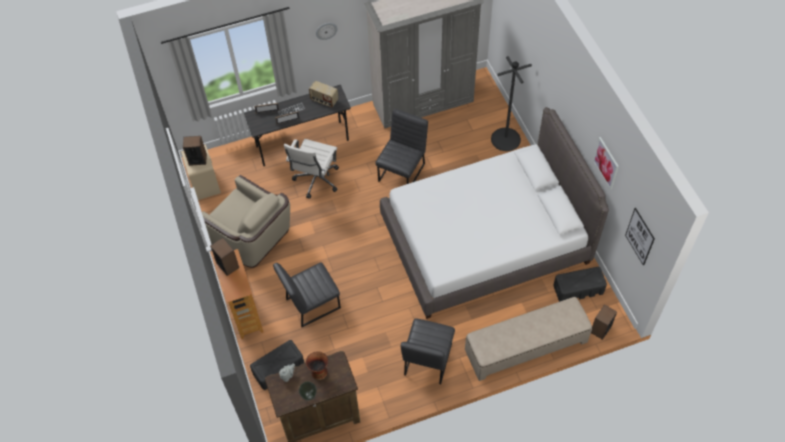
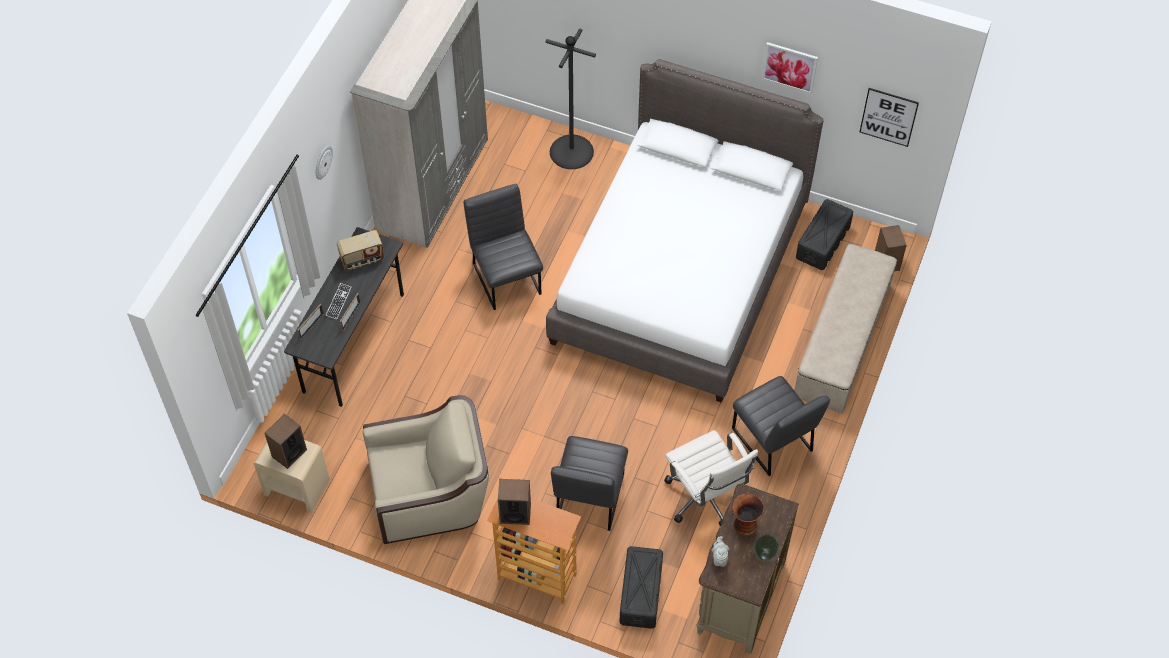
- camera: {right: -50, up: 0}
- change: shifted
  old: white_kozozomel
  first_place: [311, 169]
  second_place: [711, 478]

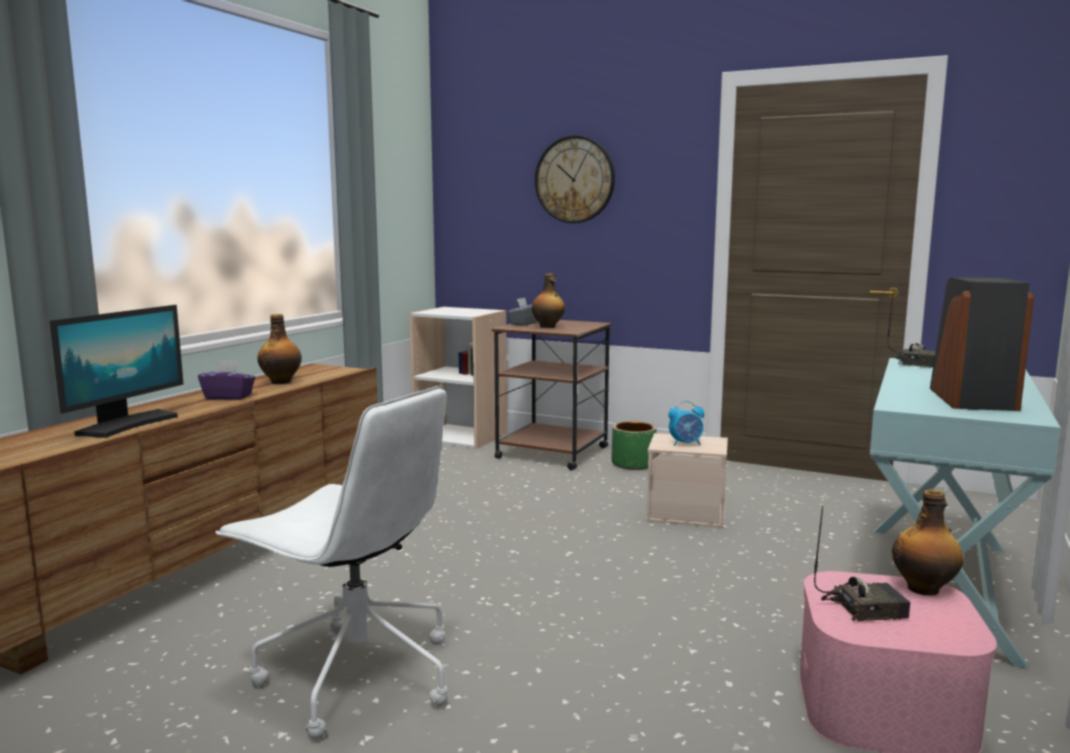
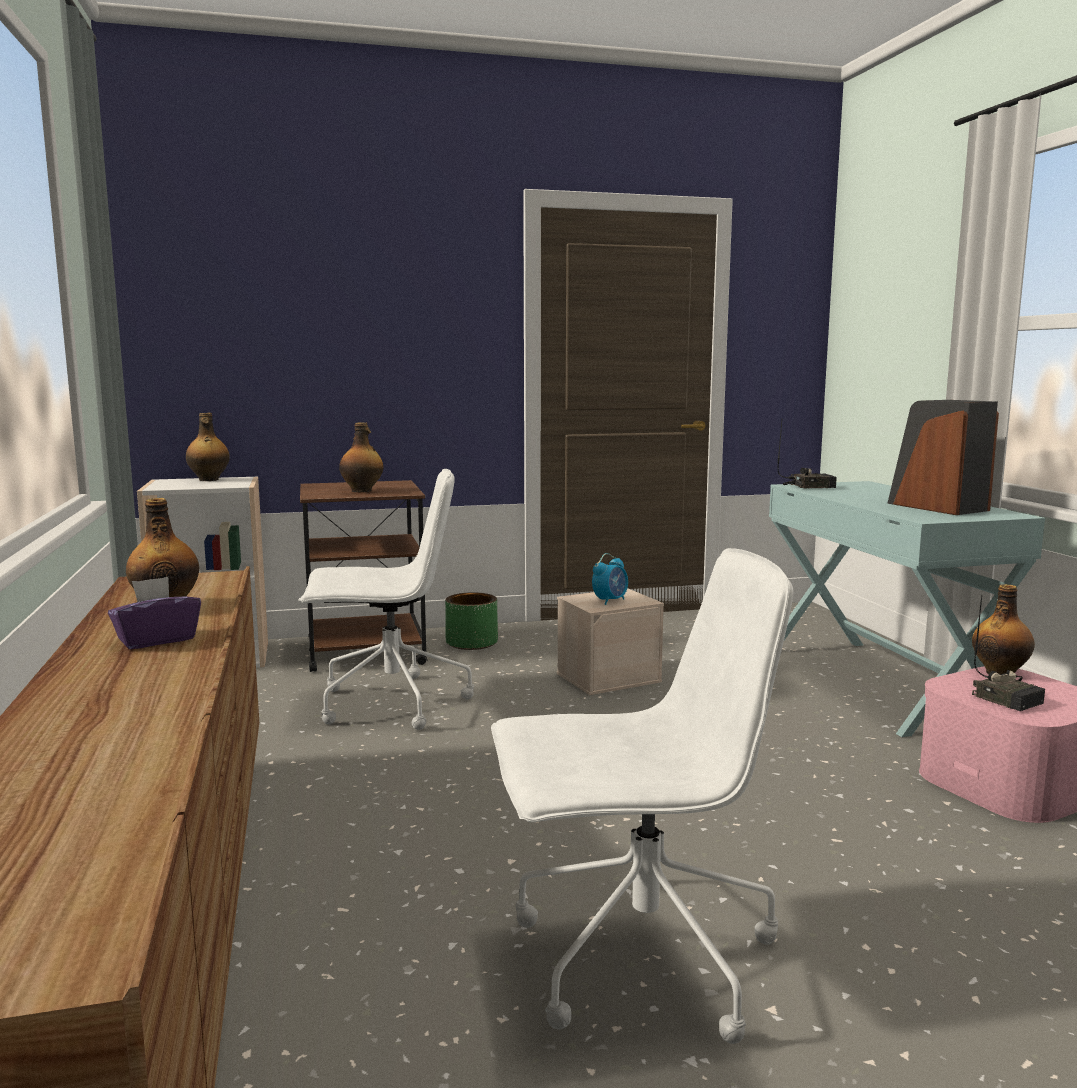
- camera: {right: -40, up: 0}
- change: gone
  old: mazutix
  first_place: [116, 371]
- change: gone
  old: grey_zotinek
  first_place: [522, 312]
- change: gone
  old: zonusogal
  first_place: [575, 179]
- change: rotated
  old: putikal
  first_place: [862, 563]
  second_place: [1008, 653]
  degrees: 105
- change: new
  new: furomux
  second_place: [208, 447]
- change: new
  new: white_kozozomel
  second_place: [386, 599]

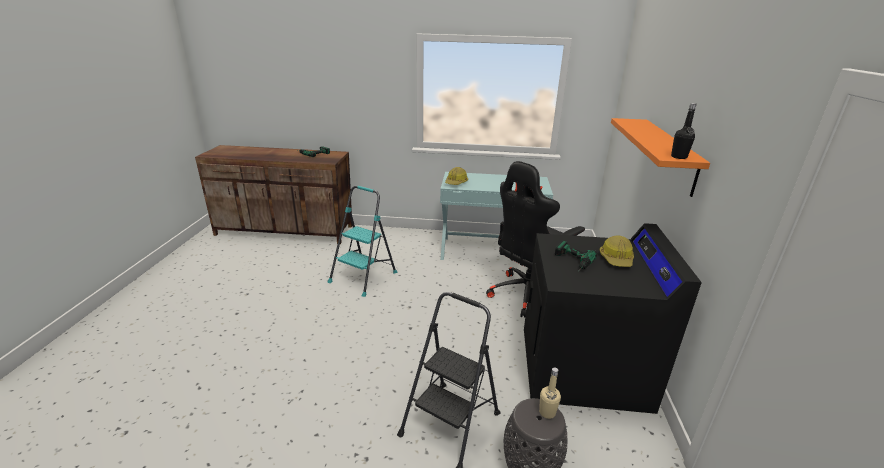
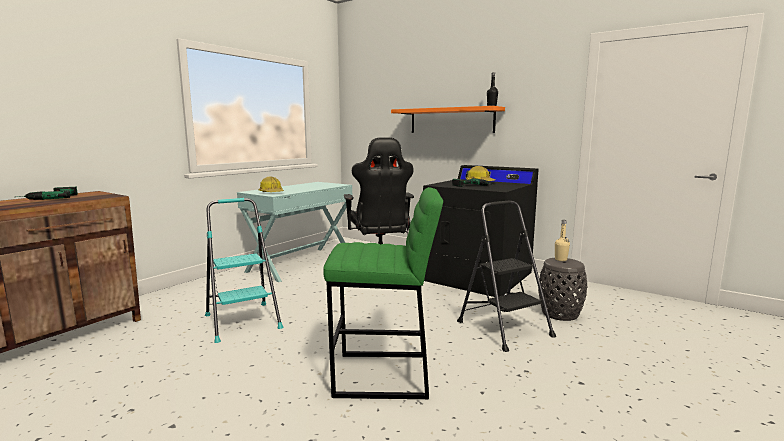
- camera: {right: -60, up: -15}
- change: new
  new: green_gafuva
  second_place: [383, 293]

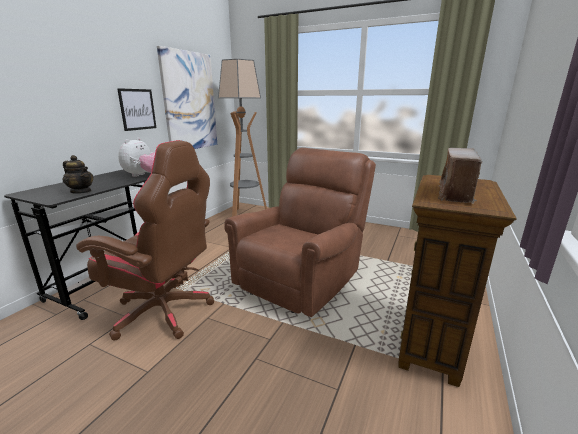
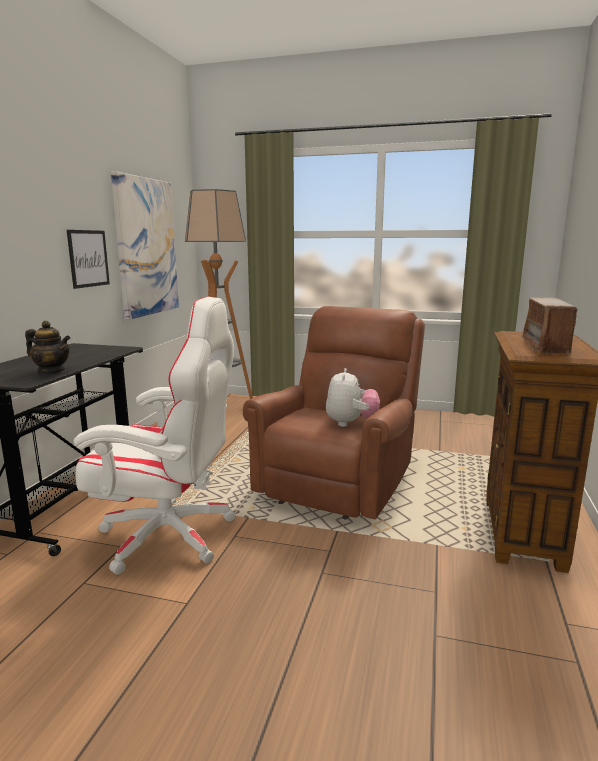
- camera: {right: -10, up: -5}
- change: repainted
  old: brown_kozozomel
  new: white_kozozomel
  first_place: [145, 240]
  second_place: [154, 435]
- change: shifted
  old: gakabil
  first_place: [136, 157]
  second_place: [353, 397]

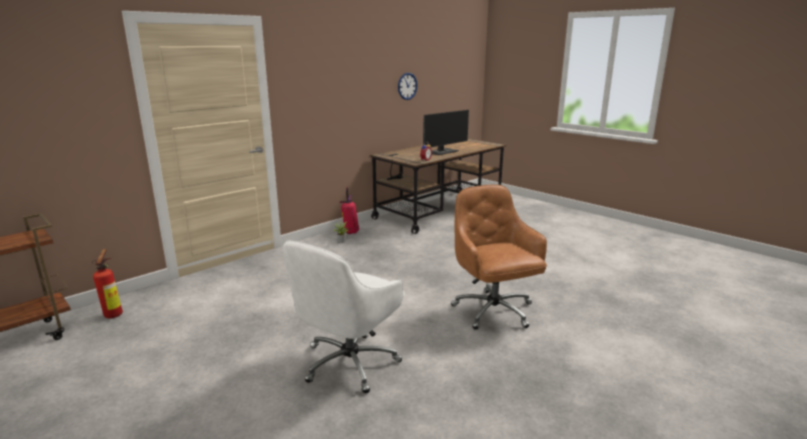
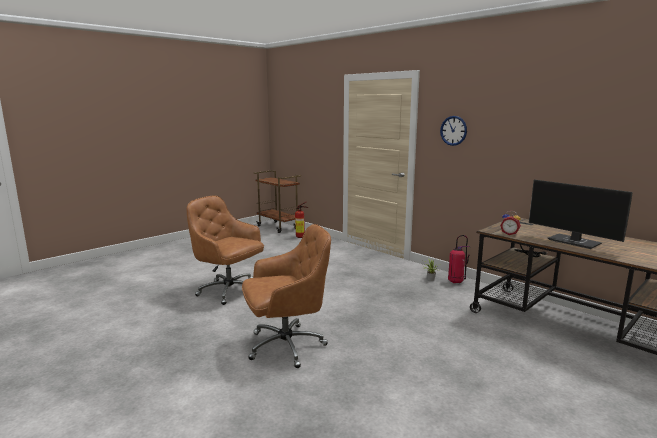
- camera: {right: 90, up: -5}
- change: repainted
  old: white_kozozomel
  new: brown_kozozomel
  first_place: [344, 316]
  second_place: [225, 250]
- change: shifted
  old: zonusogal
  first_place: [407, 86]
  second_place: [453, 131]

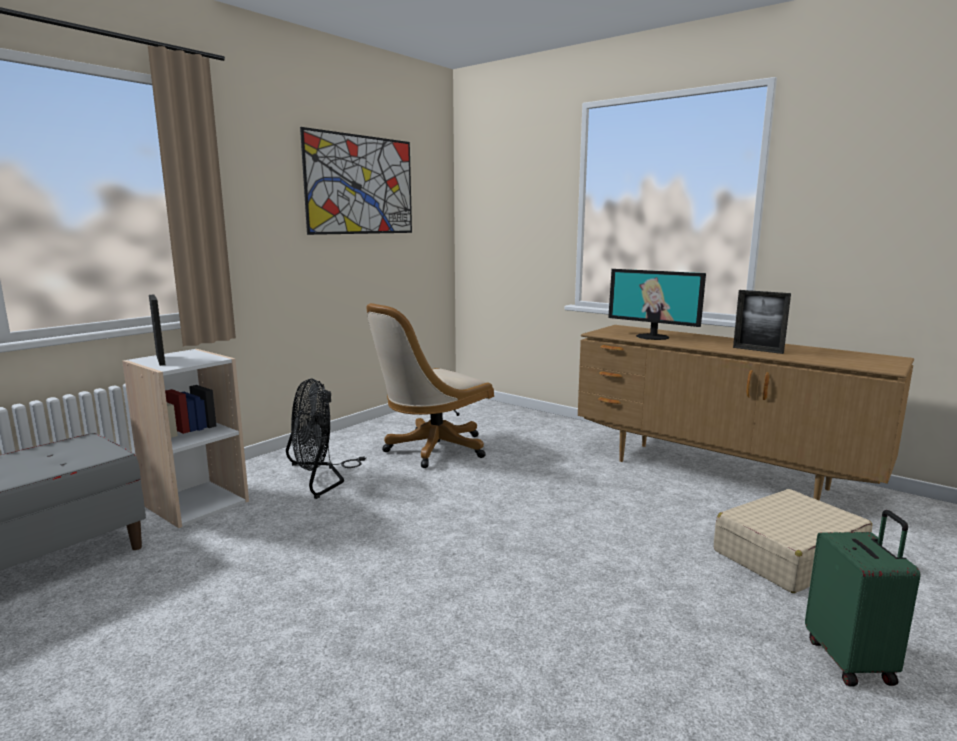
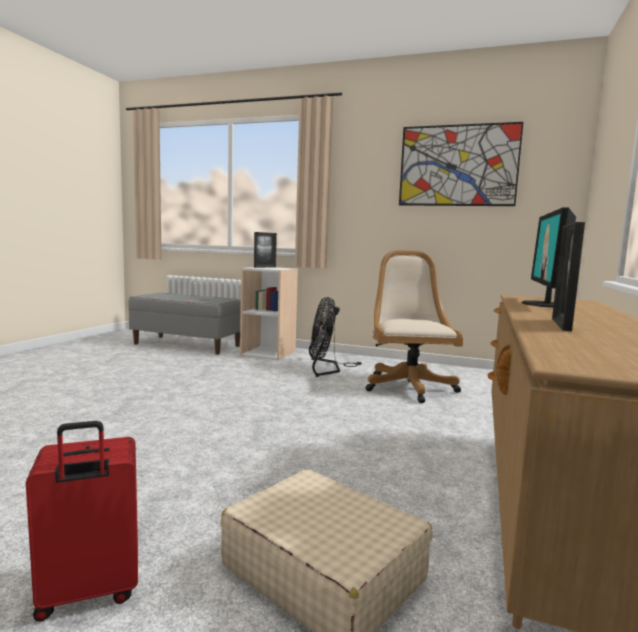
- camera: {right: 70, up: -5}
- change: rotated
  old: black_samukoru
  first_place: [326, 438]
  second_place: [336, 337]
  degrees: -45
- change: rotated
  old: kozozomel
  first_place: [430, 385]
  second_place: [414, 326]
  degrees: 60
- change: repainted
  old: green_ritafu
  new: red_ritafu
  first_place: [863, 598]
  second_place: [82, 521]

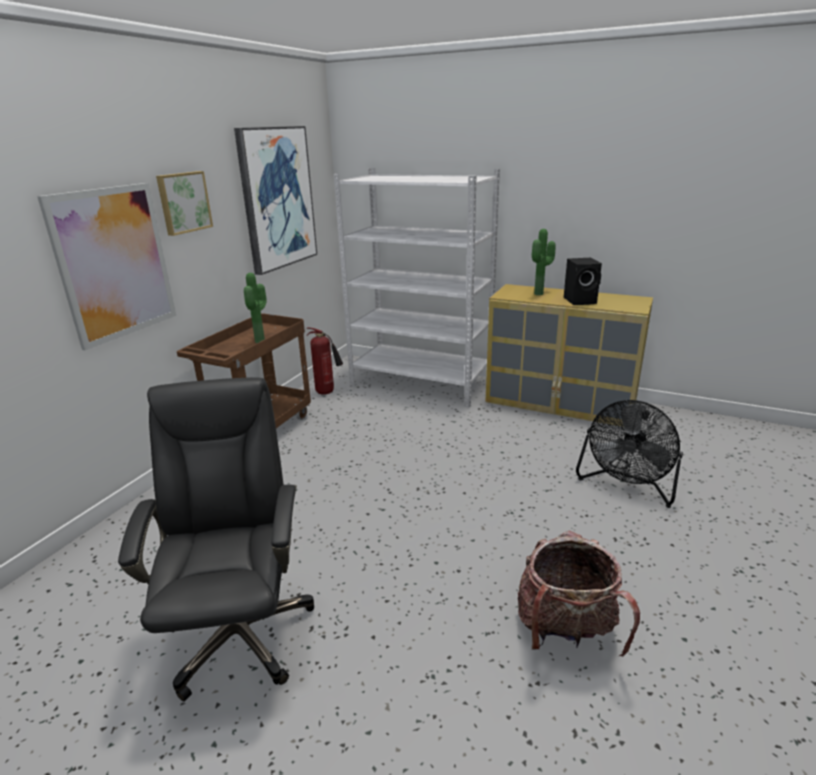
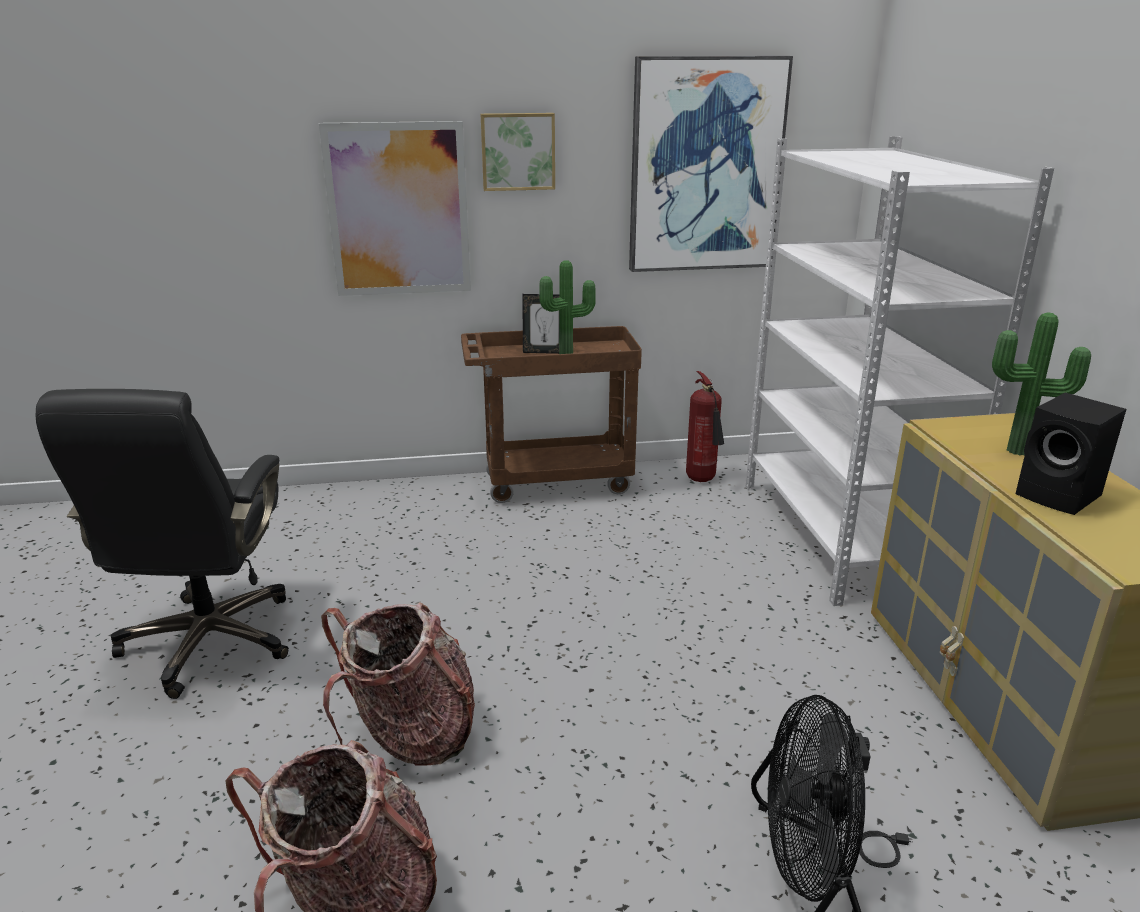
- camera: {right: 55, up: 0}
- change: rotated
  old: black_kozozomel
  first_place: [216, 539]
  second_place: [162, 544]
  degrees: 135
- change: new
  new: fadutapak
  second_place: [398, 684]
- change: new
  new: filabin
  second_place: [540, 324]

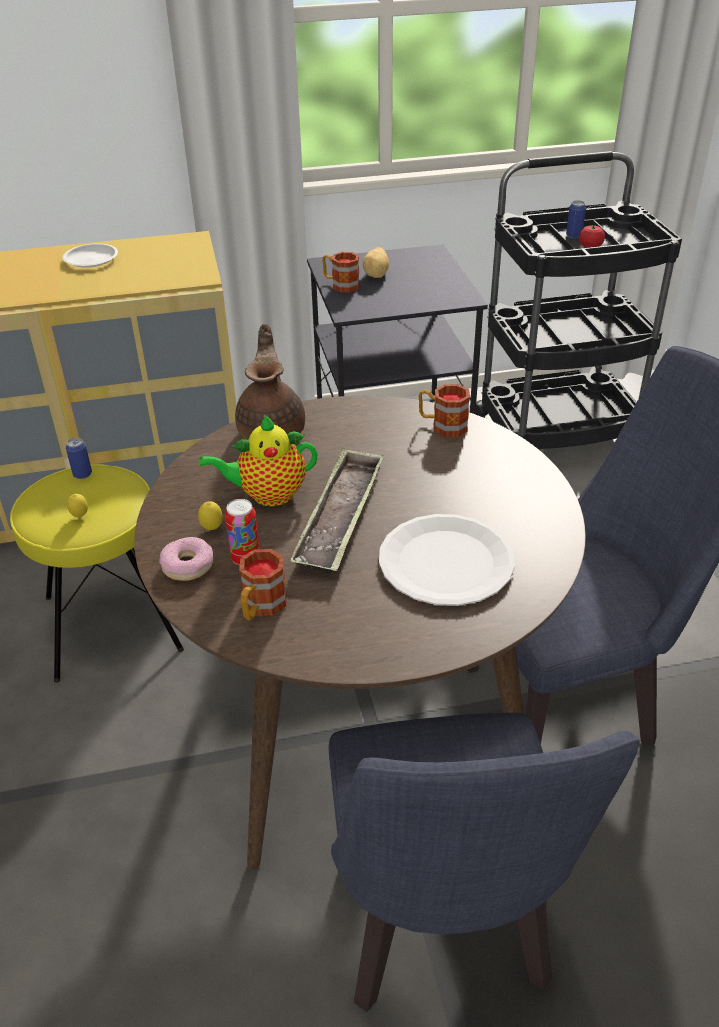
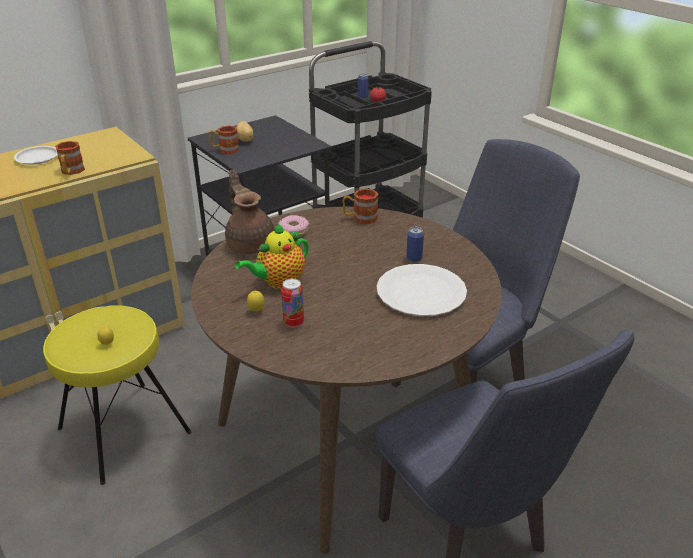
- camera: {right: -25, up: -5}
- change: shifted
  old: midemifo
  first_place: [79, 458]
  second_place: [415, 244]
- change: shifted
  old: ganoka
  first_place: [186, 559]
  second_place: [293, 225]
- change: shifted
  old: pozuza
  first_place: [263, 584]
  second_place: [70, 158]
- change: gone
  old: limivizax
  first_place: [336, 511]

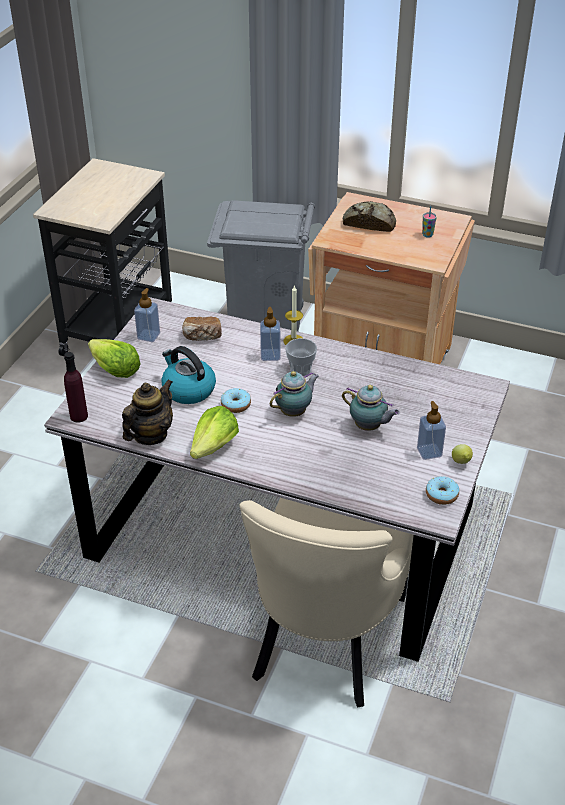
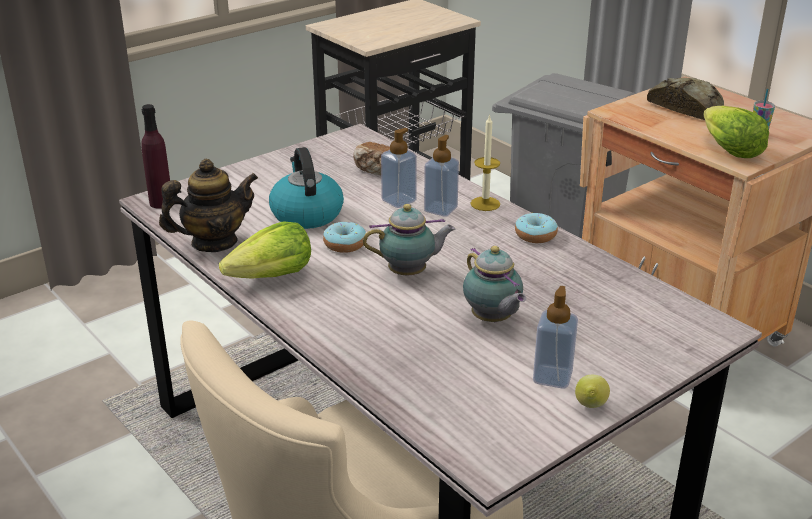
- camera: {right: 30, up: -10}
- change: shifted
  old: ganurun
  first_place: [114, 358]
  second_place: [736, 132]
- change: shifted
  old: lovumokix
  first_place: [147, 315]
  second_place: [399, 168]
- change: gone
  old: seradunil
  first_place: [301, 357]
- change: shifted
  old: ganoka
  first_place: [442, 490]
  second_place: [536, 228]

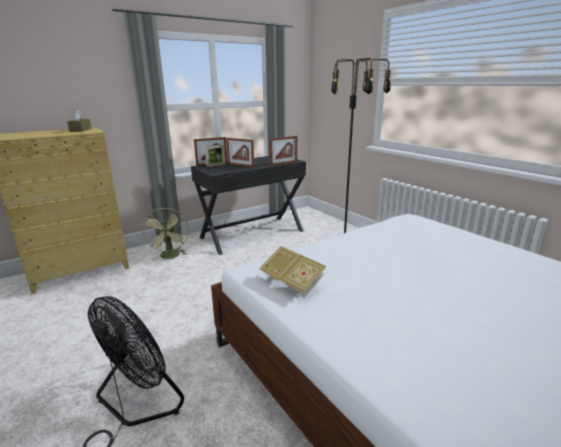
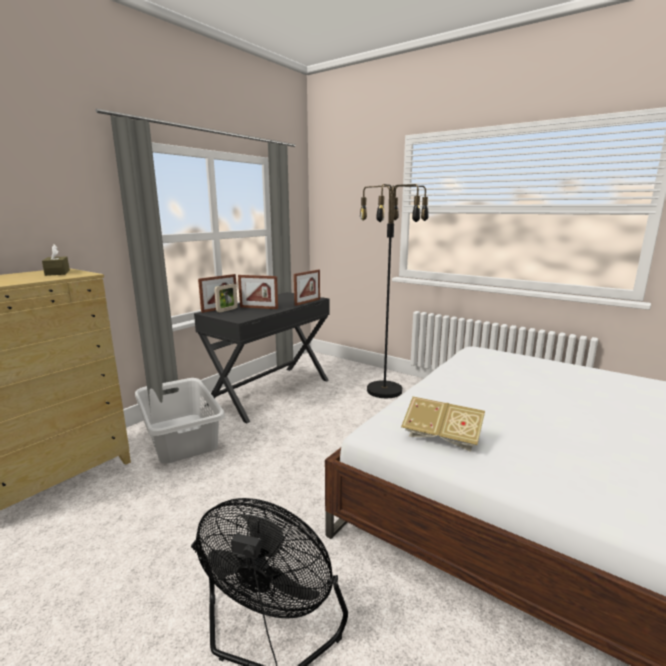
- camera: {right: -20, up: -5}
- change: swapped
  old: green_samukoru
  new: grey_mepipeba
  first_place: [165, 234]
  second_place: [180, 421]

